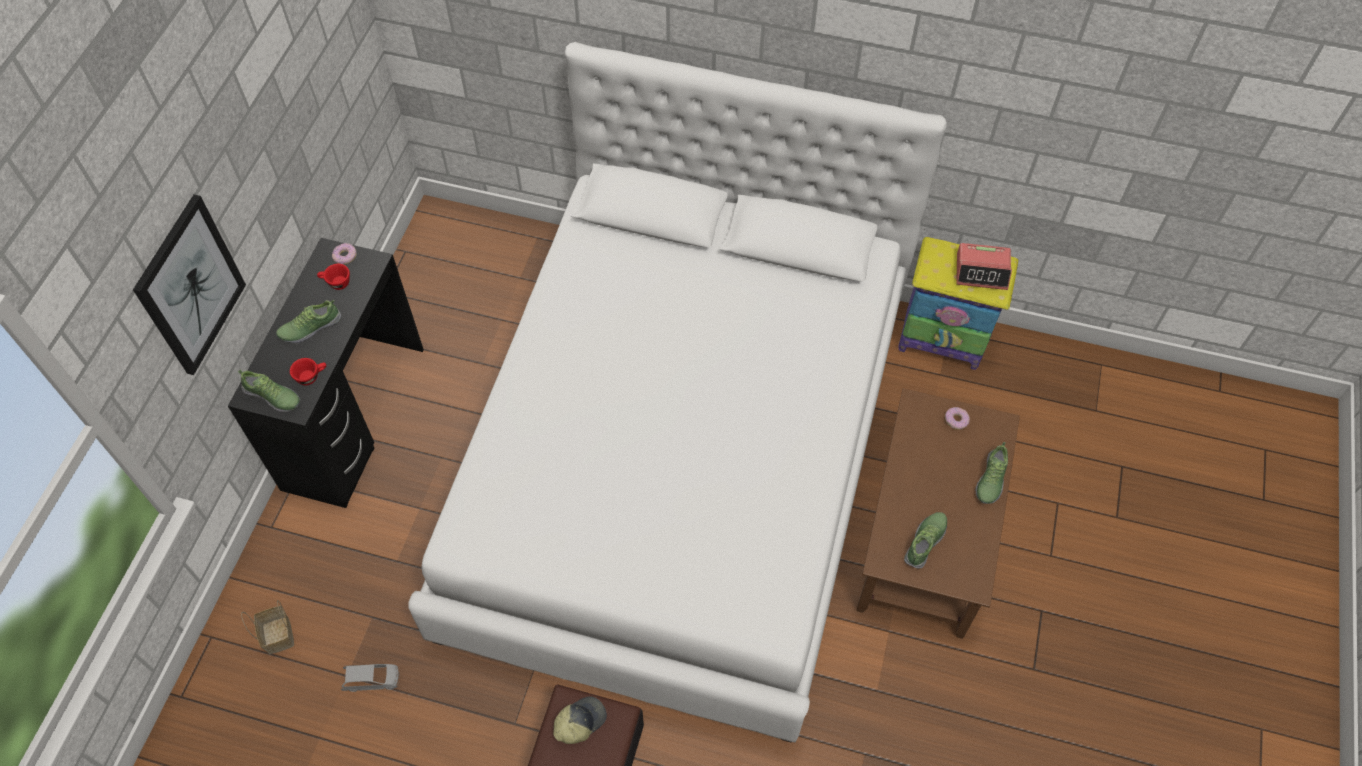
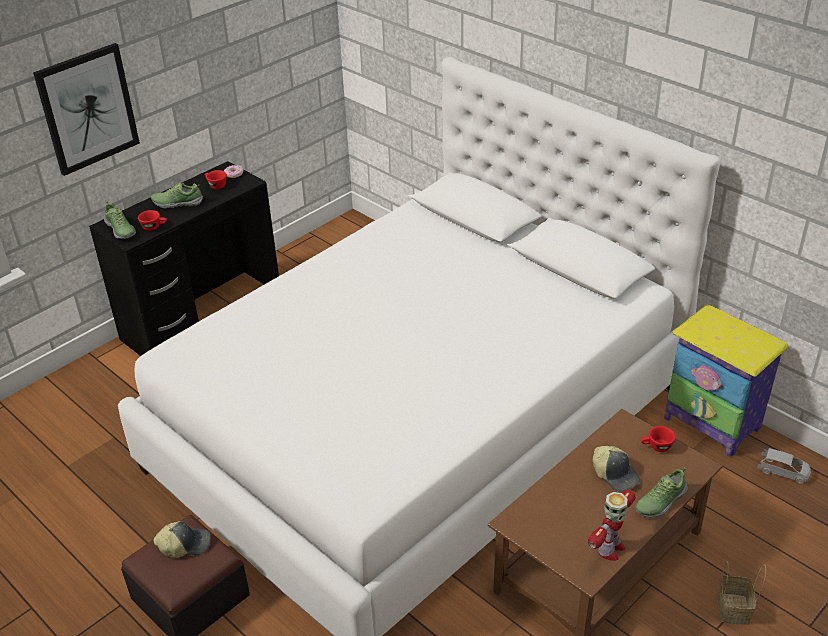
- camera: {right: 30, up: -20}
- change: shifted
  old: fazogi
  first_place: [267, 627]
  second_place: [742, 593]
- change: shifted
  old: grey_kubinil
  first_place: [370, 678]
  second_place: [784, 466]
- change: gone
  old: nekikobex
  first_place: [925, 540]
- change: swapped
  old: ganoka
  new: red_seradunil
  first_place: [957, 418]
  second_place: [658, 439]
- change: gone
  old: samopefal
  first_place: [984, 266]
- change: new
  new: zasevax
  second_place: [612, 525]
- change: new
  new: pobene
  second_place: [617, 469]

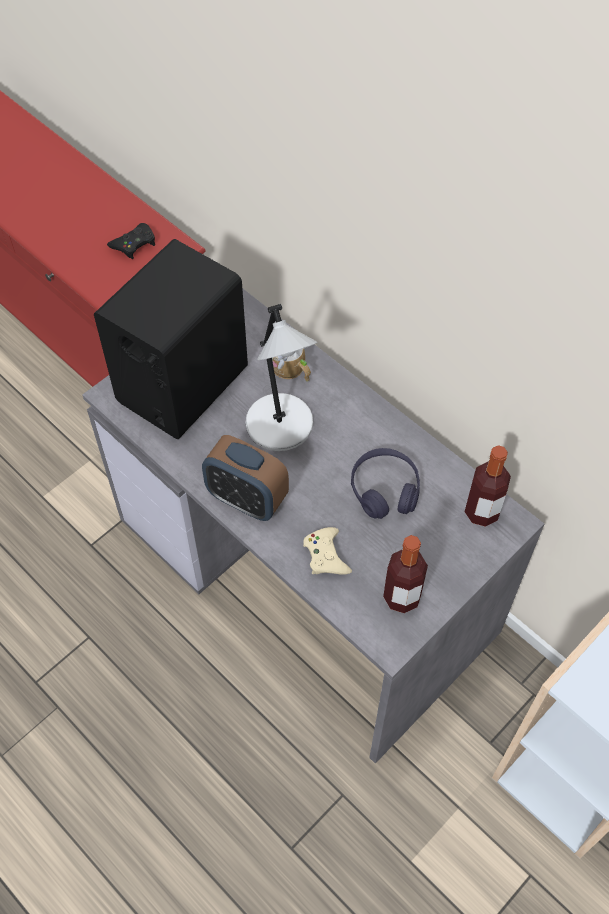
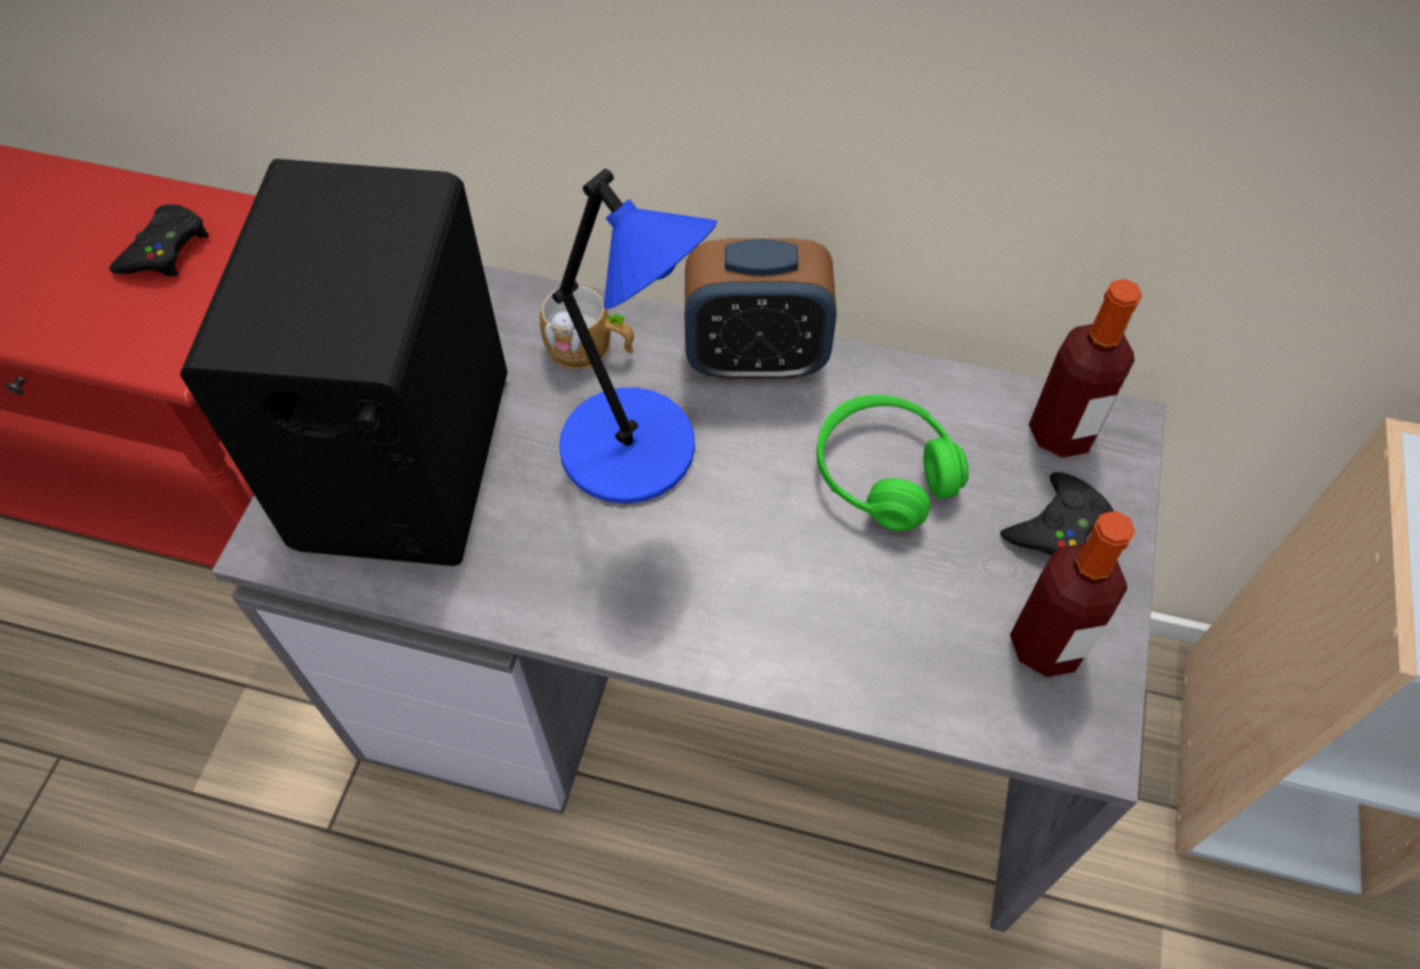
- camera: {right: -30, up: 0}
- change: shifted
  old: samopefal
  first_place: [245, 478]
  second_place: [760, 308]
- change: repainted
  old: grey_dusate
  new: blue_dusate
  first_place: [281, 377]
  second_place: [634, 336]
- change: gone
  old: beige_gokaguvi
  first_place: [327, 551]
- change: repainted
  old: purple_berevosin
  new: green_berevosin
  first_place: [385, 483]
  second_place: [893, 463]
- change: new
  new: black_gokaguvi
  second_place: [1057, 513]

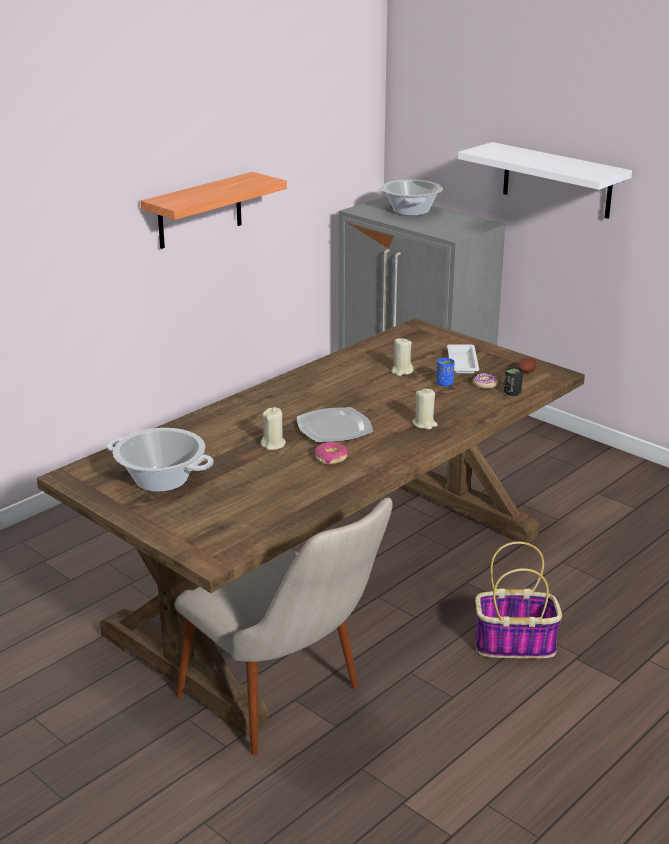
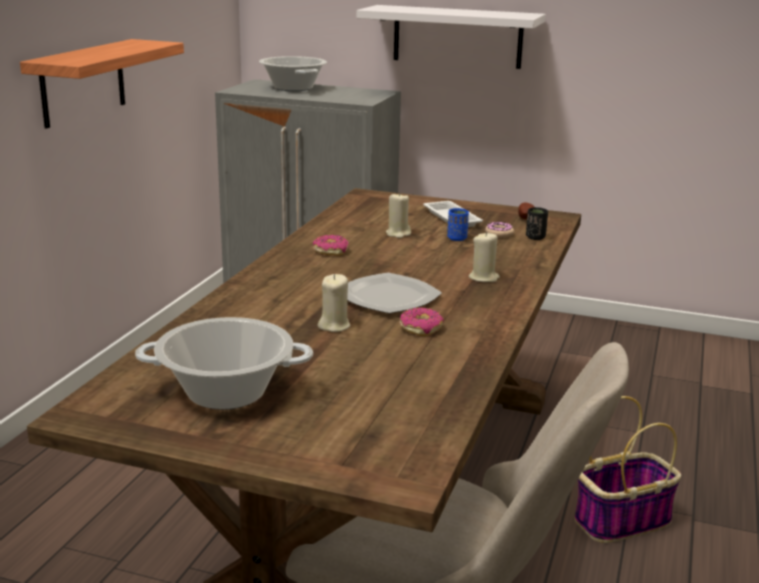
- camera: {right: -25, up: -5}
- change: new
  new: ganoka
  second_place: [331, 245]

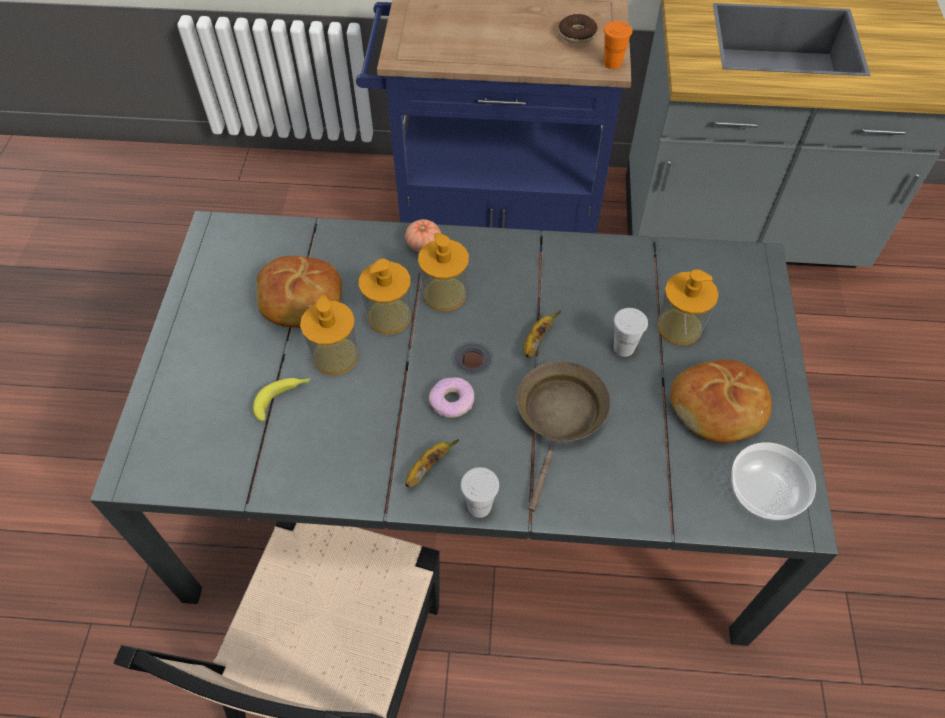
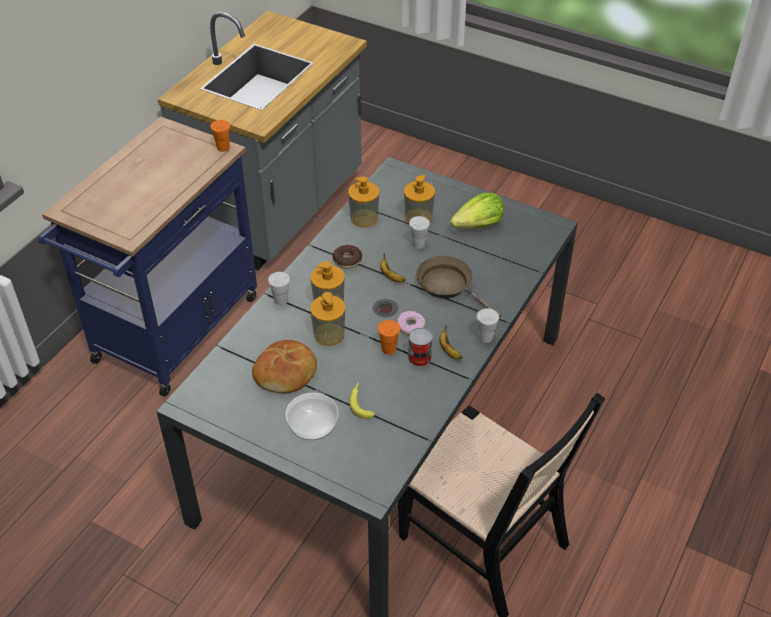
- camera: {right: -65, up: -10}
- change: shifted
  old: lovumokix
  first_place: [329, 335]
  second_place: [363, 201]
- change: swapped
  old: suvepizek
  new: white_seradunil
  first_place: [423, 235]
  second_place: [279, 288]
- change: shifted
  old: ganoka
  first_place: [578, 29]
  second_place: [347, 257]
- change: swapped
  old: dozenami
  new: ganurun
  first_place: [721, 401]
  second_place: [477, 210]
- change: shifted
  old: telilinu
  first_place: [773, 481]
  second_place: [312, 416]
- change: new
  new: orange_seradunil
  second_place: [389, 337]
- change: new
  new: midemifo
  second_place: [420, 347]

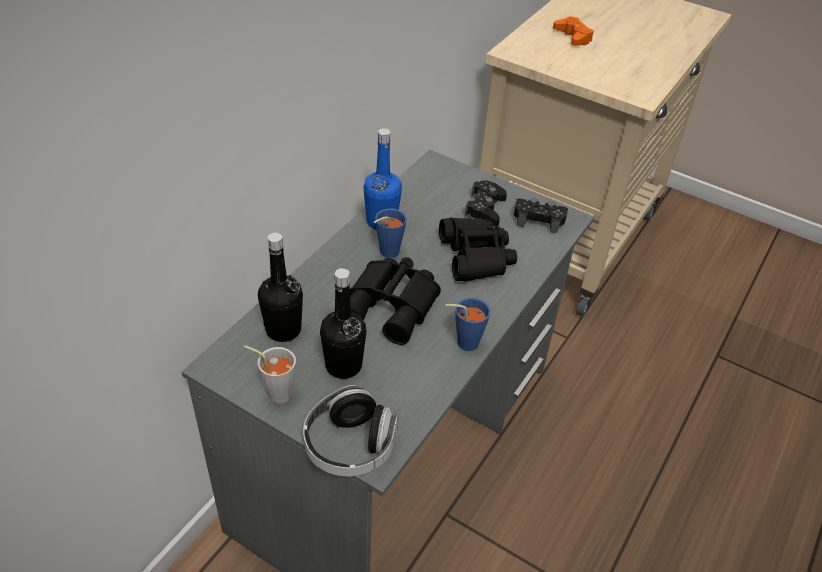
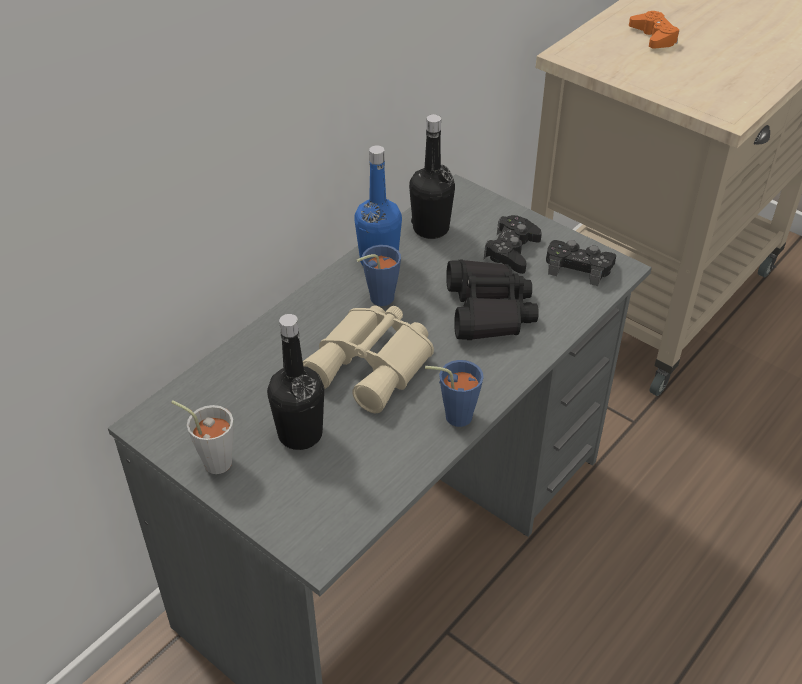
- camera: {right: 10, up: 0}
- change: shifted
  old: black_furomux
  first_place: [280, 287]
  second_place: [432, 176]
- change: gone
  old: berevosin
  first_place: [351, 430]
- change: repainted
  old: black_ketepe
  new: beige_ketepe
  first_place: [395, 301]
  second_place: [368, 359]

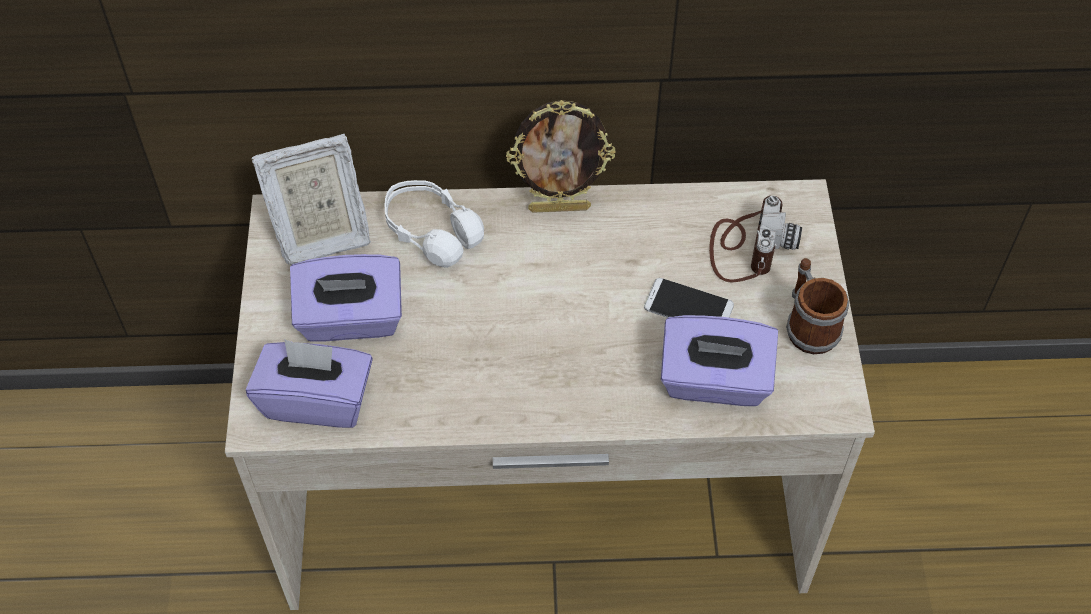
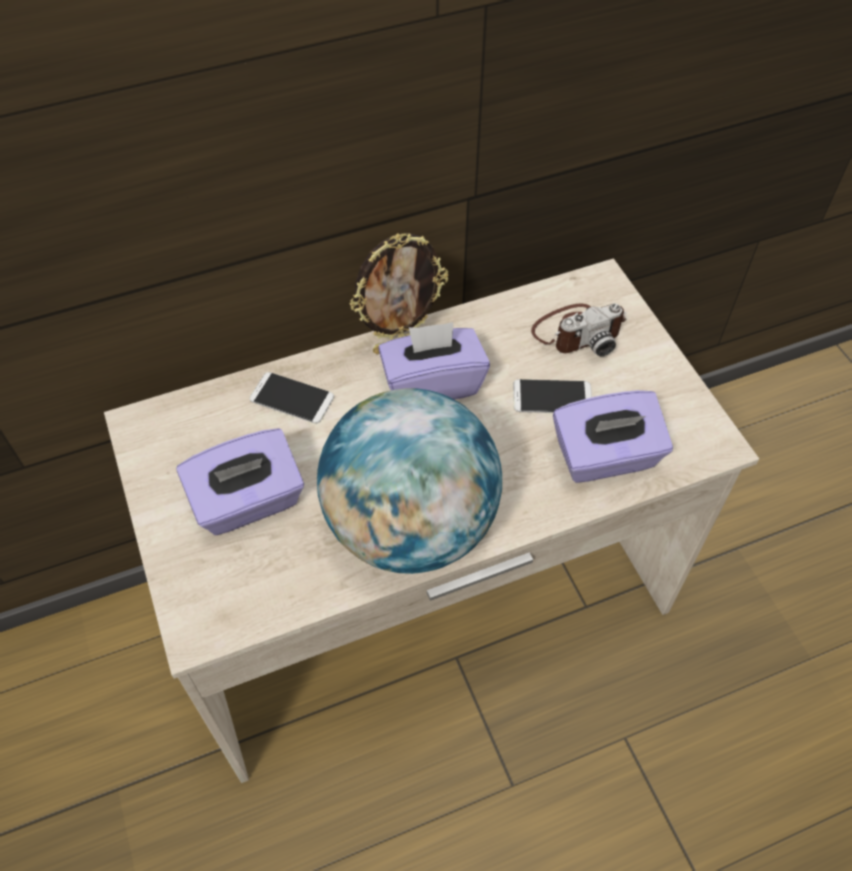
- camera: {right: -20, up: 0}
- change: shifted
  old: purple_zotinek
  first_place: [309, 383]
  second_place: [434, 361]
- change: gone
  old: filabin
  first_place: [311, 199]
- change: swapped
  old: white_berevosin
  new: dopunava
  first_place: [434, 224]
  second_place: [292, 398]
- change: rotated
  old: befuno
  first_place: [755, 239]
  second_place: [578, 329]
  degrees: 75
- change: gone
  old: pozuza
  first_place: [817, 306]
- change: new
  new: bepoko
  second_place: [409, 481]

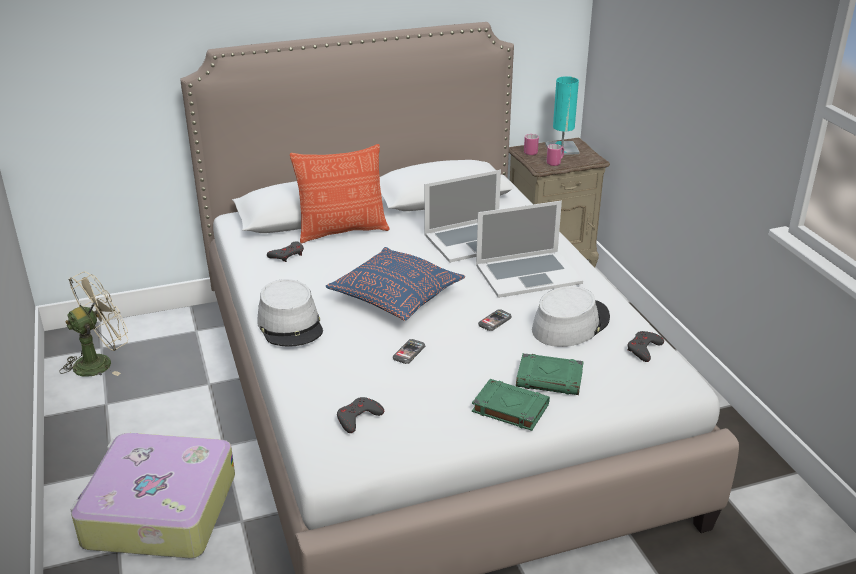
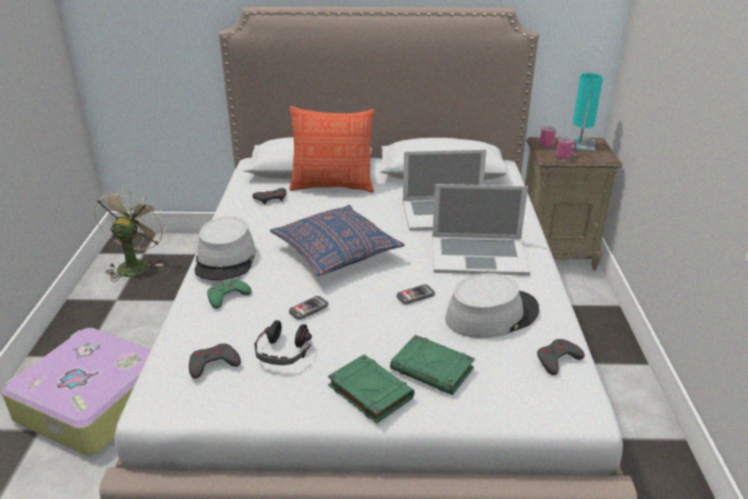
- camera: {right: 20, up: 0}
- change: rotated
  old: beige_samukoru
  first_place: [93, 324]
  second_place: [130, 234]
  degrees: -60
- change: new
  new: green_gokaguvi
  second_place: [229, 294]
- change: new
  new: berevosin
  second_place: [283, 342]

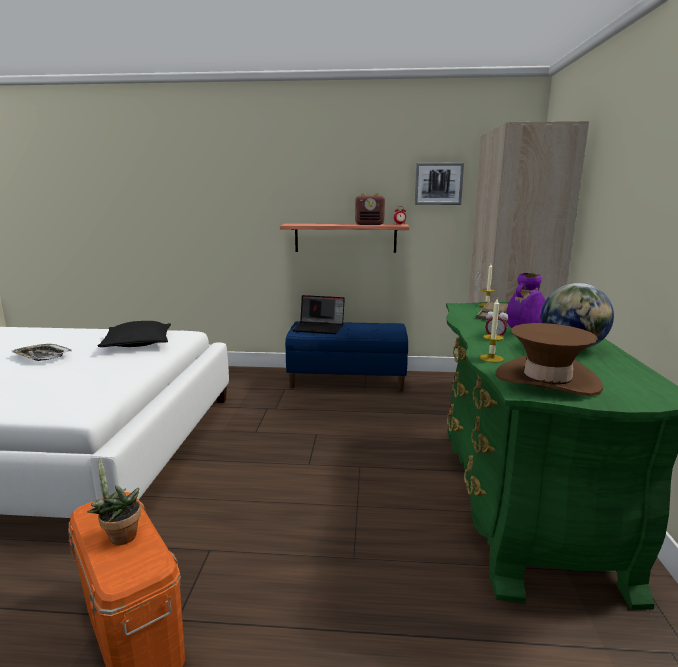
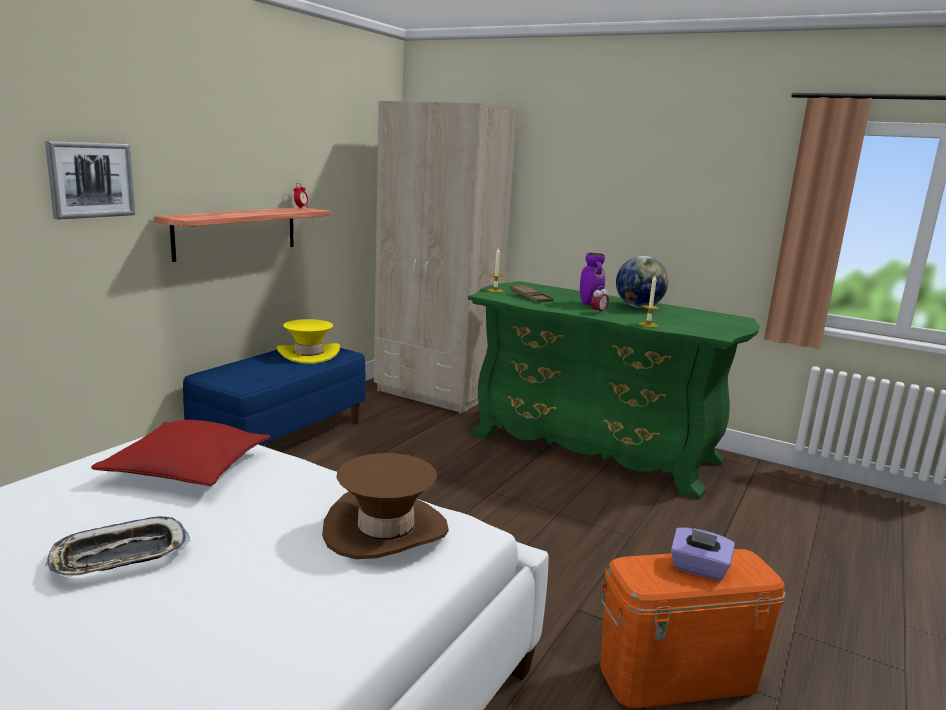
- camera: {right: -65, up: 0}
- change: swapped
  old: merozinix
  new: purple_zotinek
  first_place: [114, 501]
  second_place: [703, 554]
- change: repainted
  old: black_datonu
  new: red_datonu
  first_place: [134, 334]
  second_place: [181, 453]
- change: gone
  old: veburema
  first_place: [318, 314]
- change: gone
  old: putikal
  first_place: [370, 209]
- change: shifted
  old: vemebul
  first_place: [439, 184]
  second_place: [90, 180]
- change: shifted
  old: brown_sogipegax
  first_place: [549, 359]
  second_place: [385, 506]
- change: new
  new: yellow_sogipegax
  second_place: [308, 341]

